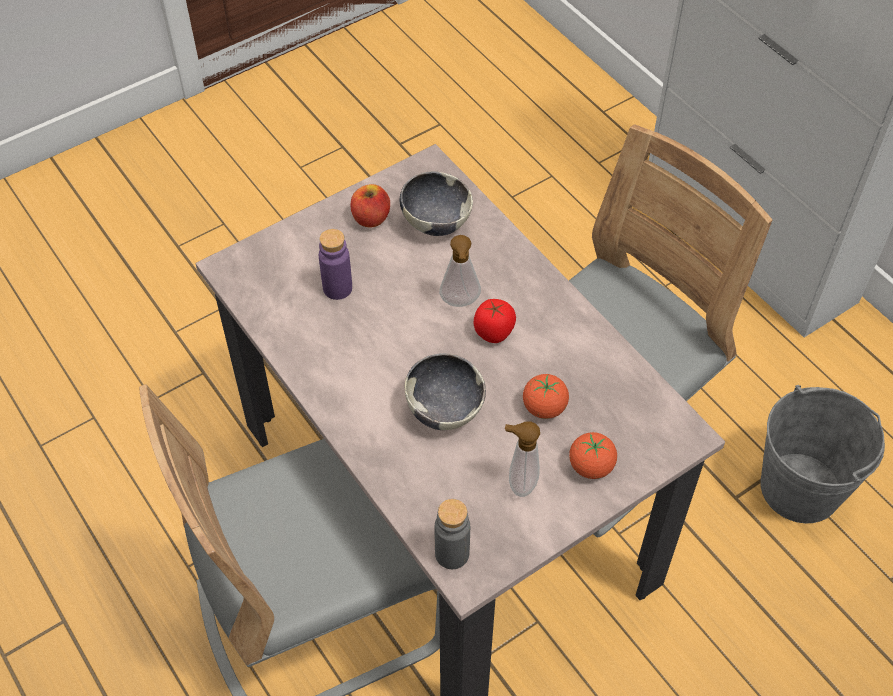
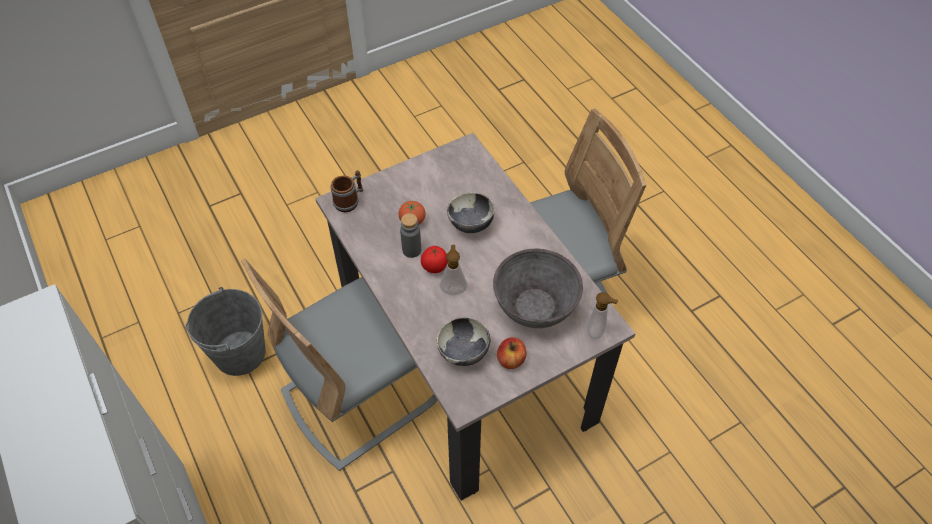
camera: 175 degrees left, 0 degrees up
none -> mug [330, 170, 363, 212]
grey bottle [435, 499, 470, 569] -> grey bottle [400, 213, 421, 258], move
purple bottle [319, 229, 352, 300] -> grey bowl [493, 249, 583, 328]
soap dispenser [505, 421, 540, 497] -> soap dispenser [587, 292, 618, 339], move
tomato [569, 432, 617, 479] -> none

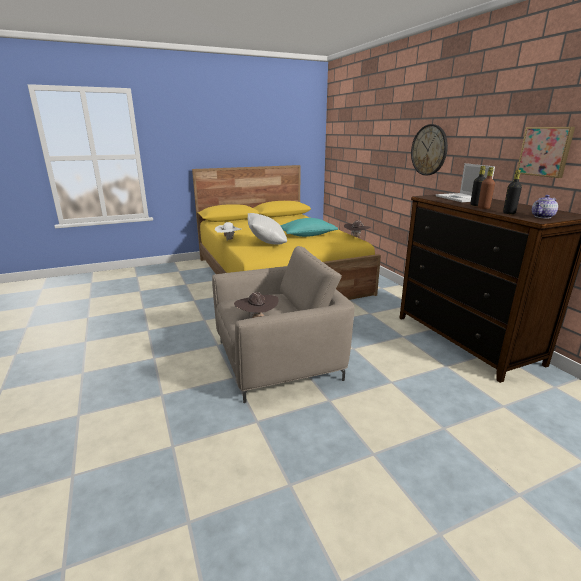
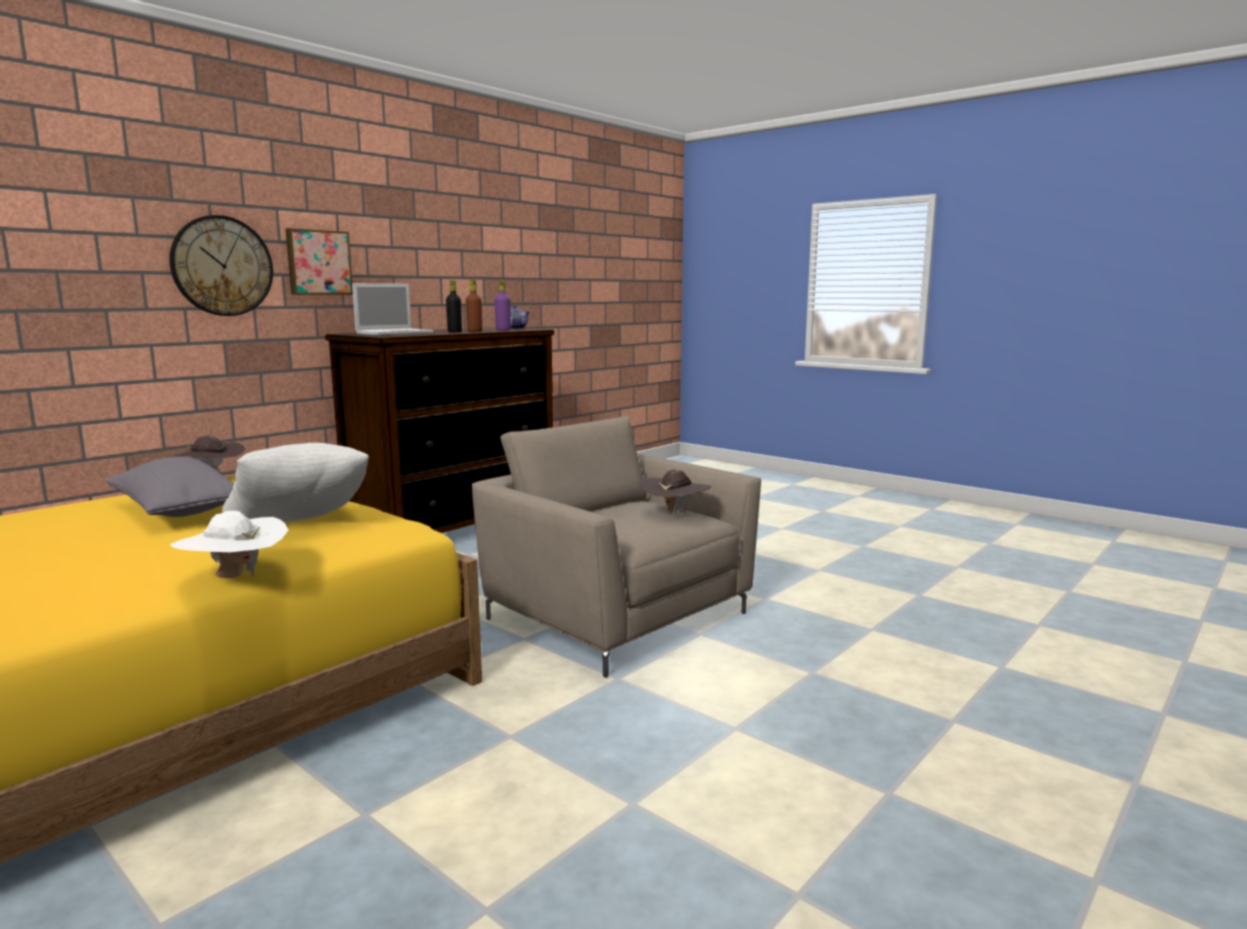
camera: 115 degrees left, 10 degrees down
turquoise pillow [280, 218, 338, 237] -> grey pillow [105, 457, 234, 517]
picture [517, 127, 575, 178] -> picture [285, 228, 353, 295], move
black bottle [503, 170, 522, 214] -> purple bottle [494, 280, 511, 331]

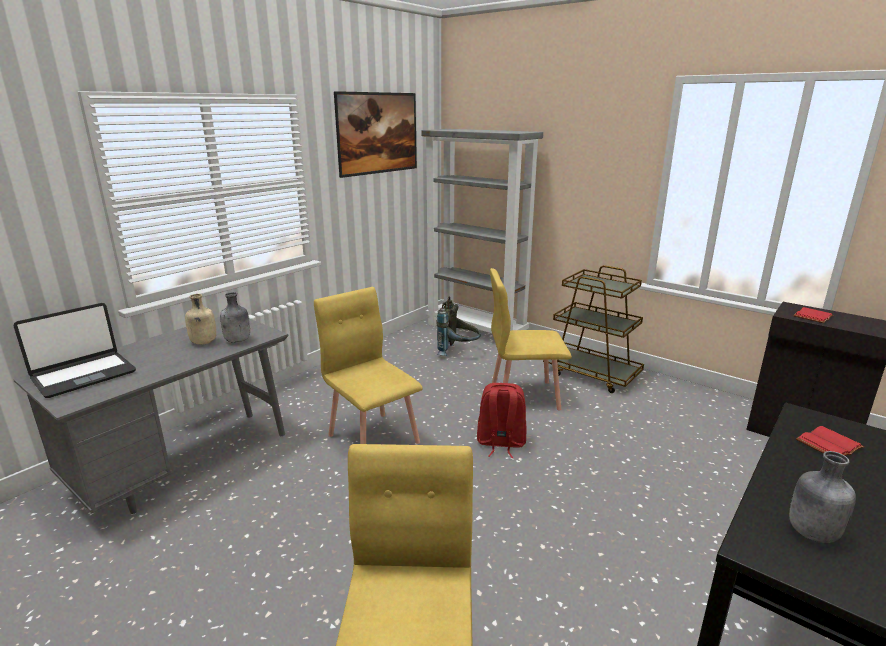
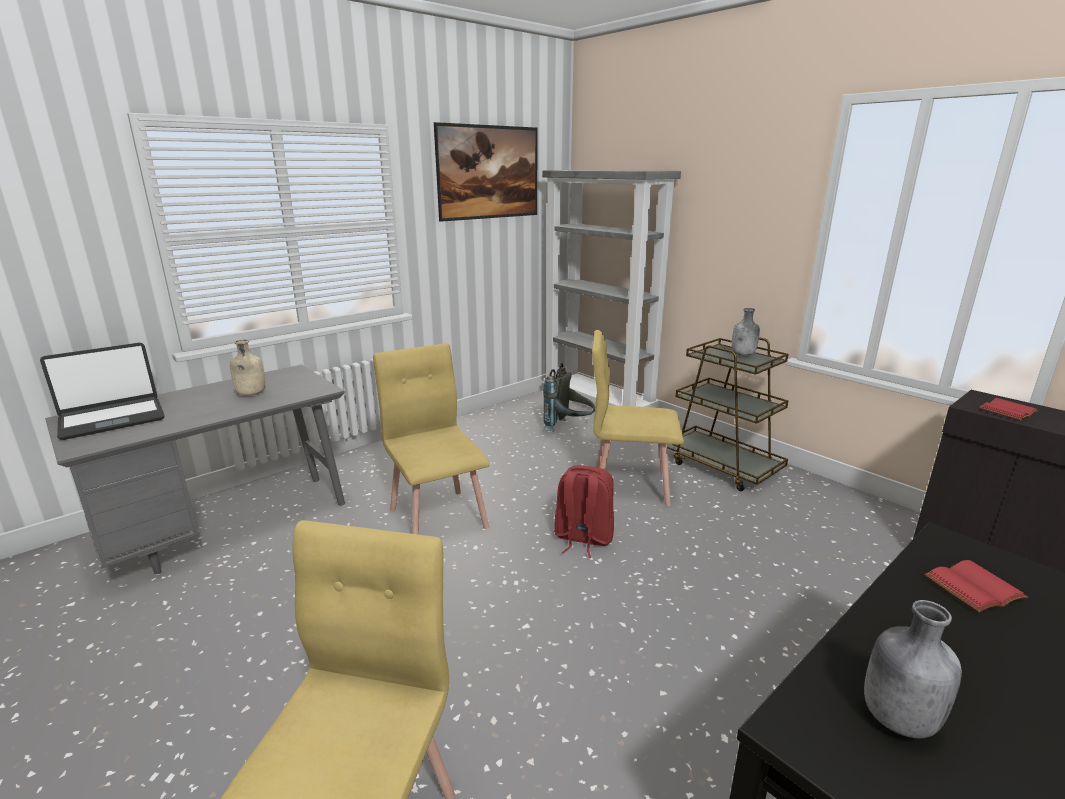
camera: 10 degrees right, 0 degrees up
grey bottle [220, 292, 250, 343] -> grey bottle [732, 308, 760, 356], move

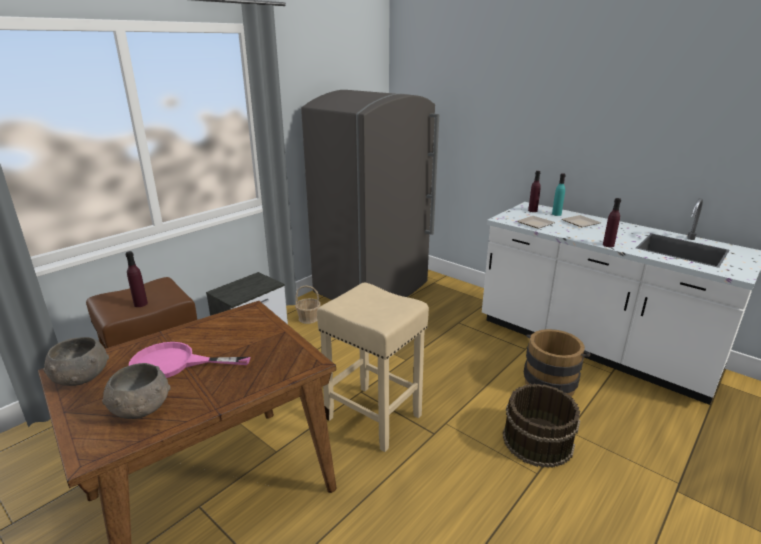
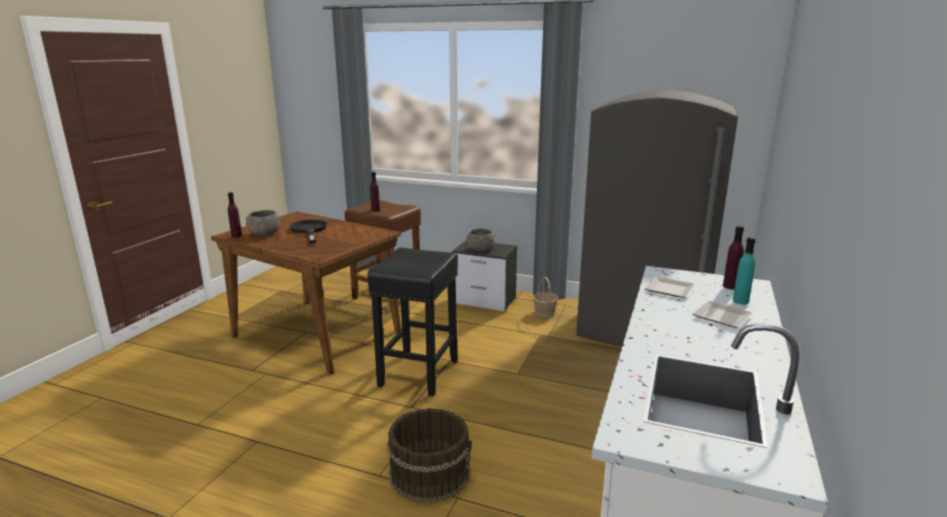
camera: 70 degrees right, 5 degrees down
purple bottle [603, 198, 621, 247] -> purple bottle [228, 192, 242, 238], move
pink frying pan [129, 342, 250, 378] -> black frying pan [289, 219, 327, 243]
beige stool [317, 282, 429, 452] -> black stool [367, 248, 458, 396]
grey bowl [43, 337, 109, 386] -> grey bowl [467, 229, 495, 251], move
brown bucket [524, 329, 591, 396] -> none

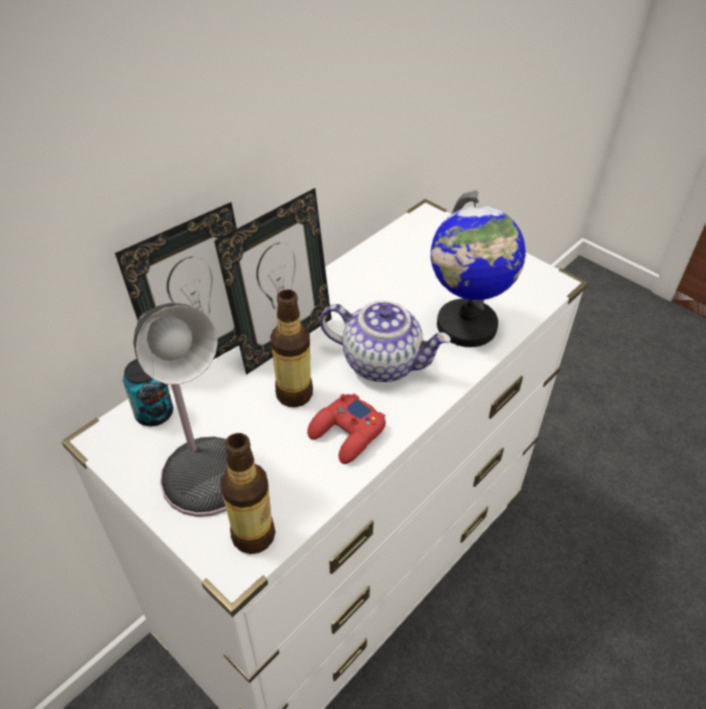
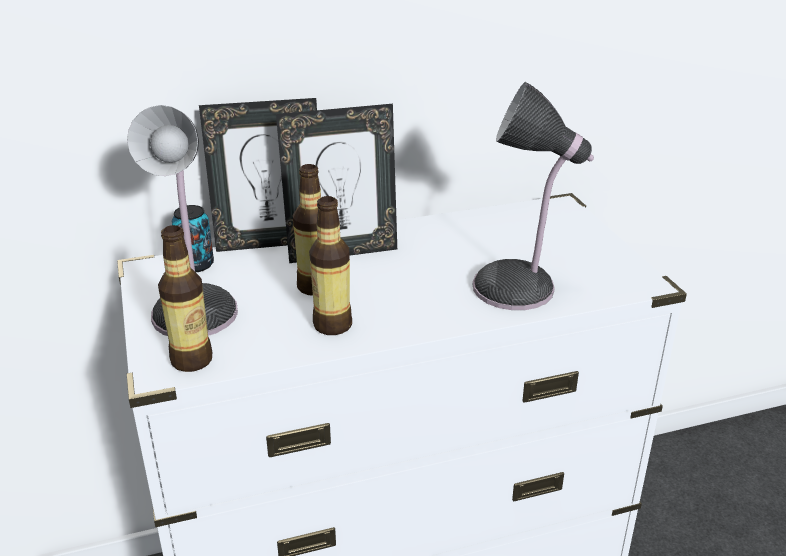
camera: 30 degrees right, 15 degrees down
red game controller [307, 394, 386, 464] -> bottle [309, 196, 352, 335]
globe [431, 190, 526, 347] -> table lamp [473, 82, 594, 310]
teapot [320, 300, 451, 382] -> none

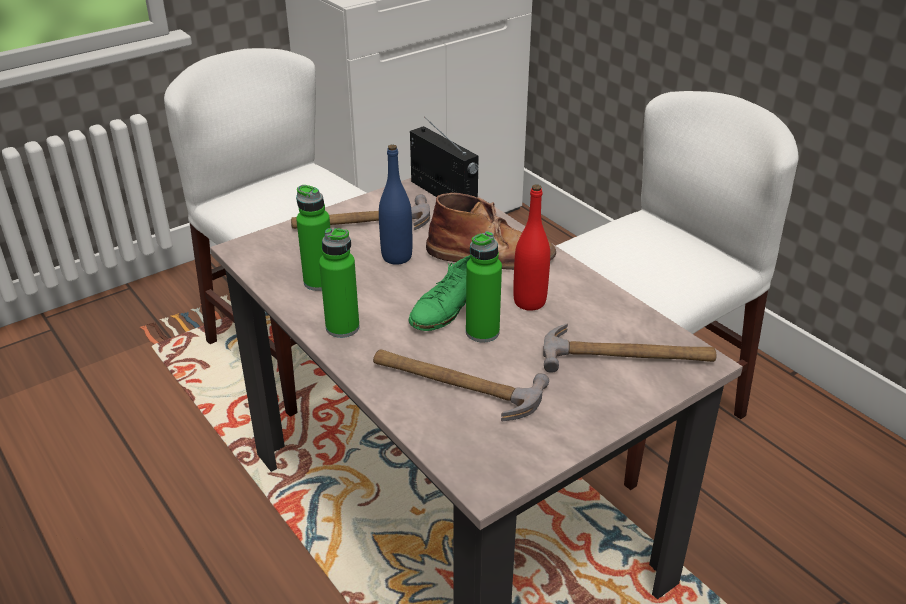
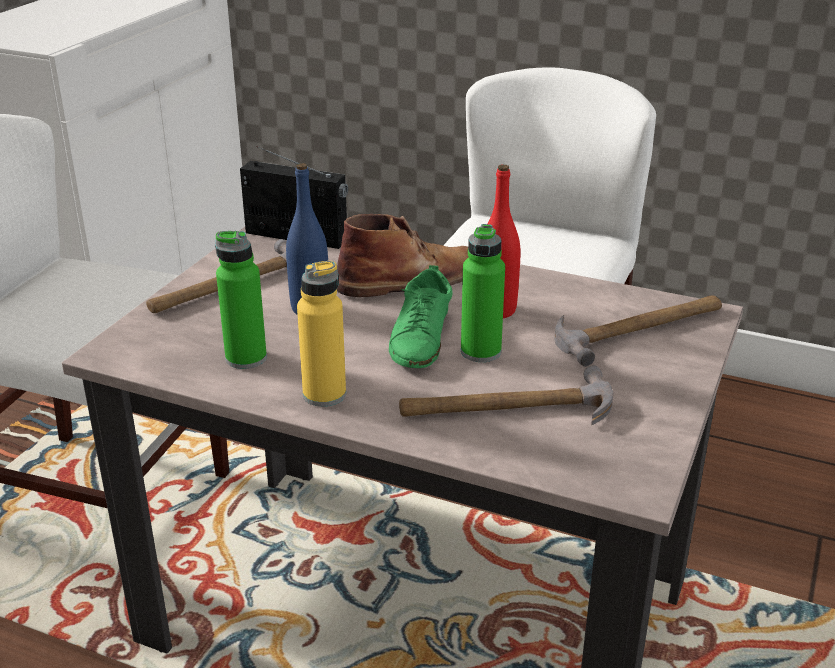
camera: 30 degrees left, 5 degrees down
green bottle [319, 228, 359, 338] -> yellow bottle [297, 261, 346, 407]

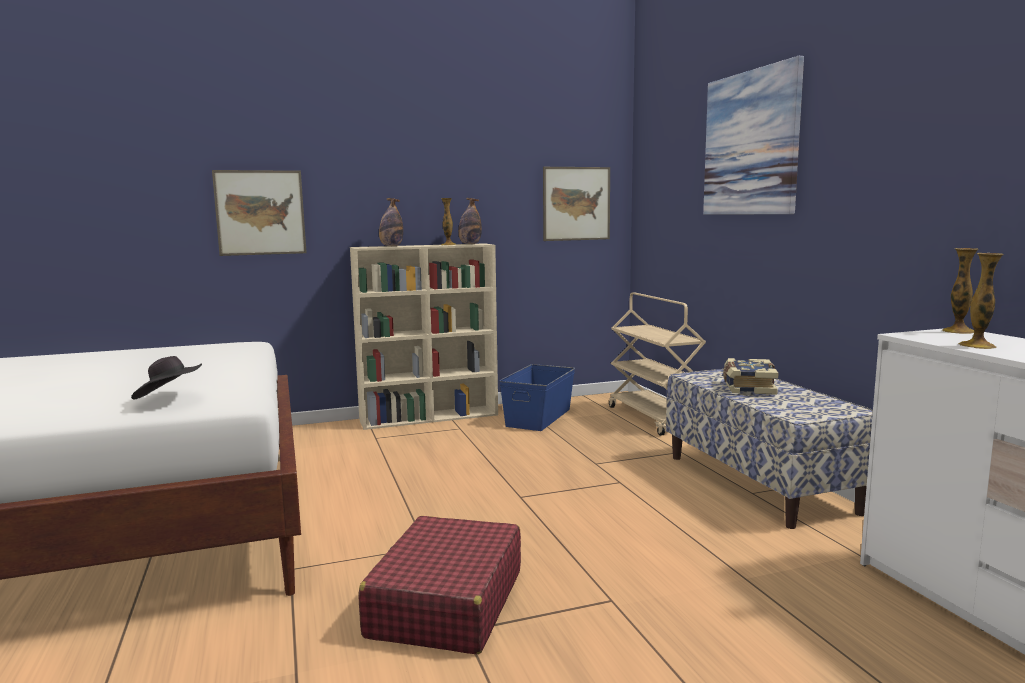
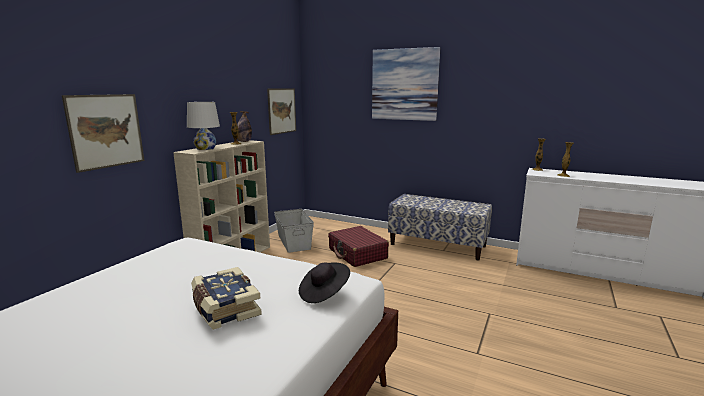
camera: 45 degrees left, 5 degrees up
bottle [379, 198, 403, 246] -> white table lamp [187, 102, 220, 150]
book [723, 358, 779, 395] -> book [191, 267, 262, 330], move
blue storage box [499, 364, 575, 431] -> grey storage box [274, 209, 314, 253]
red suitcase [359, 516, 521, 654] -> red suitcase [328, 226, 389, 267], move
beige cart [609, 292, 706, 436] -> none

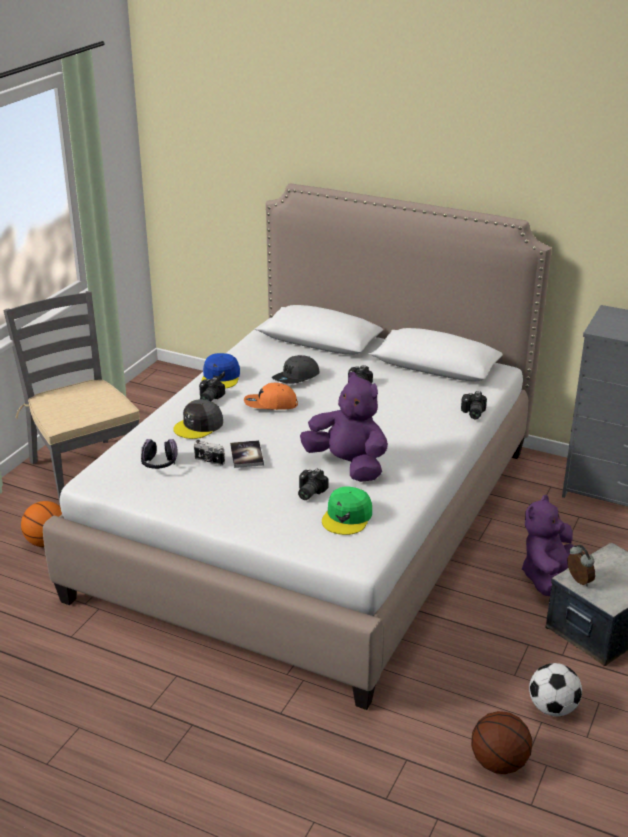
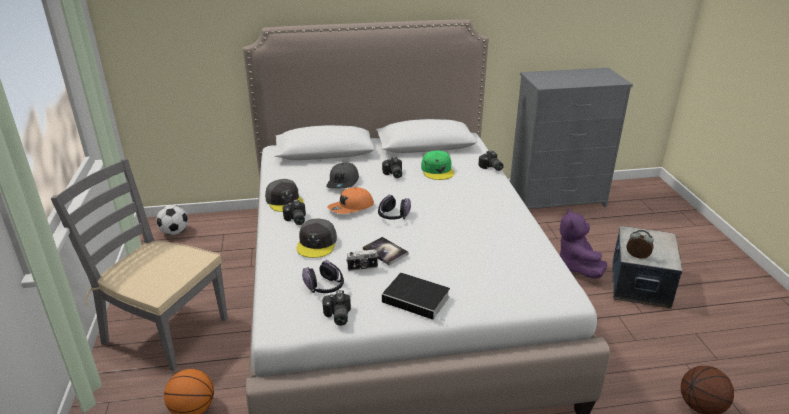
camera: 35 degrees left, 0 degrees up
football [529, 663, 582, 716] -> football [156, 205, 188, 235], move
blue cap [202, 353, 240, 389] -> grey cap [265, 179, 303, 212]
photo camera [298, 469, 329, 500] -> photo camera [322, 290, 351, 326], move
none -> headphones [378, 195, 411, 220]
none -> book [382, 273, 450, 322]
green cap [322, 486, 372, 535] -> green cap [421, 151, 454, 180], move
purple plush toy [300, 372, 388, 482] -> none

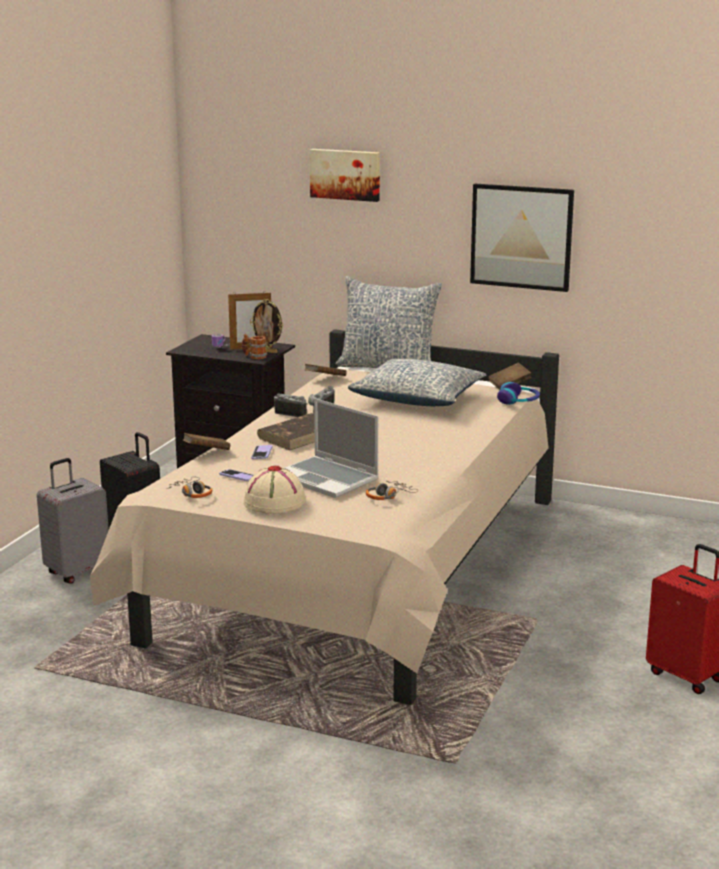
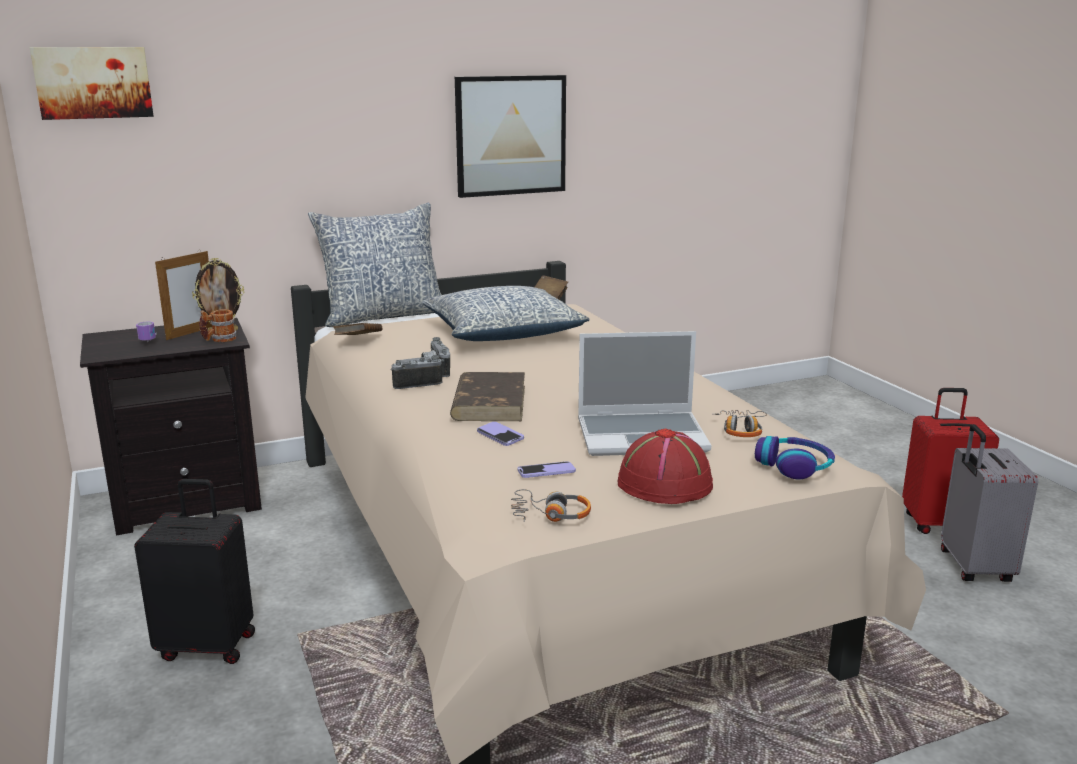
camera: 45 degrees left, 0 degrees up
picture [310, 149, 380, 202] -> picture [30, 47, 154, 120], move
beige hat [243, 466, 306, 514] -> red hat [618, 429, 713, 504]
headphones [497, 382, 540, 405] -> headphones [755, 436, 835, 479], move
grey suitcase [37, 458, 109, 584] -> grey suitcase [941, 424, 1038, 582], move
brown book [183, 433, 230, 450] -> none

